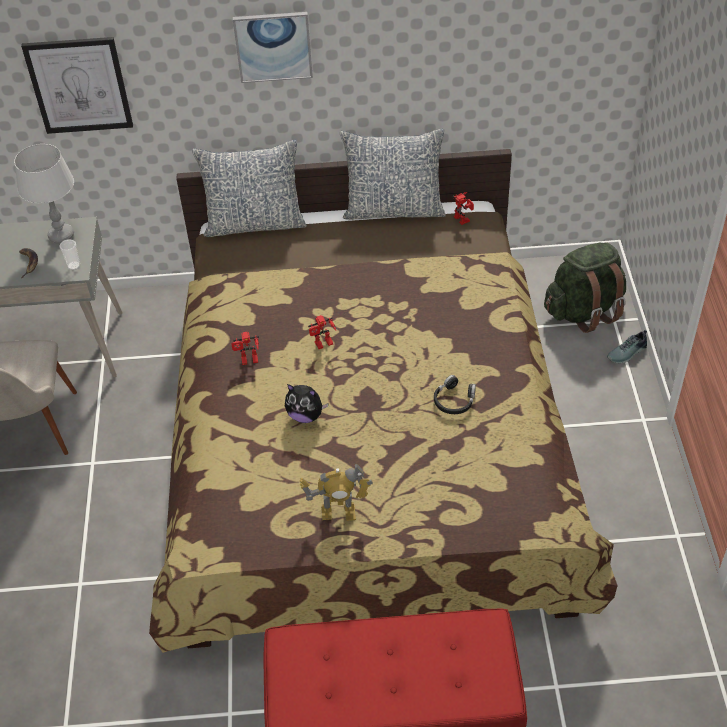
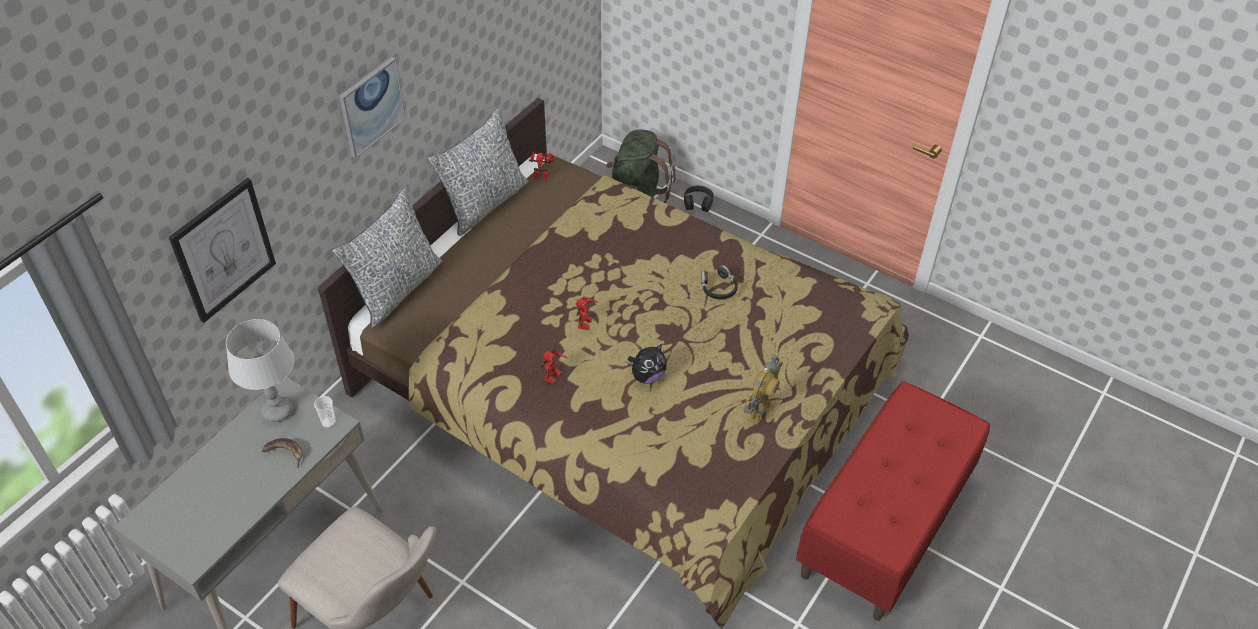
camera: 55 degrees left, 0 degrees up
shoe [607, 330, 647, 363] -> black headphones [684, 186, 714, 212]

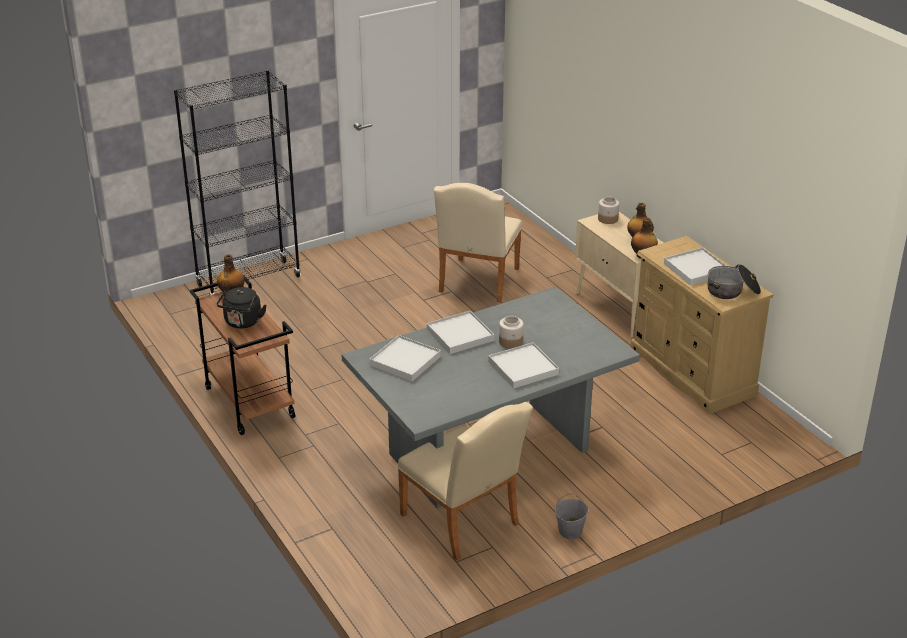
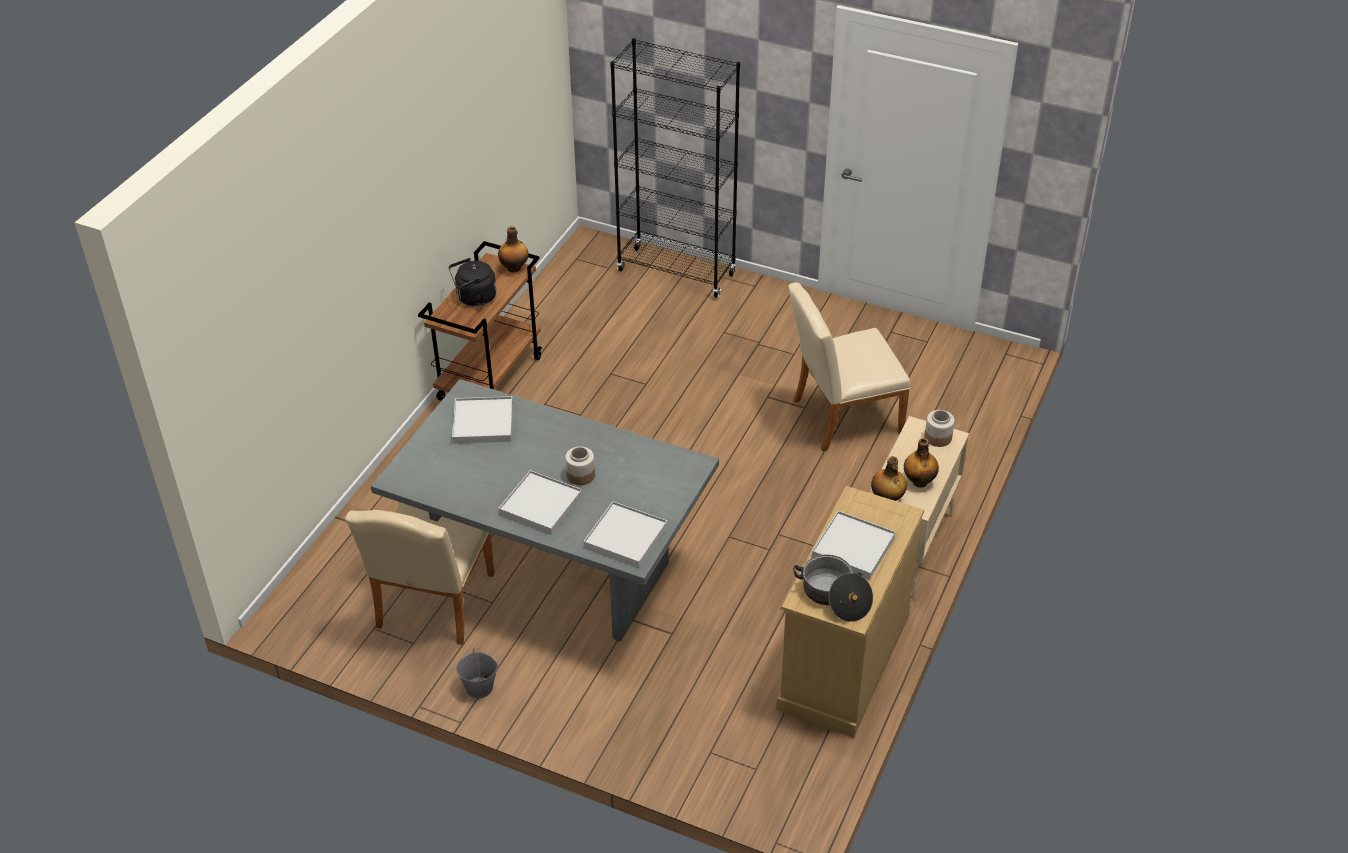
camera: 55 degrees right, 10 degrees up
white tray [427, 311, 494, 354] -> white tray [584, 501, 667, 568], move

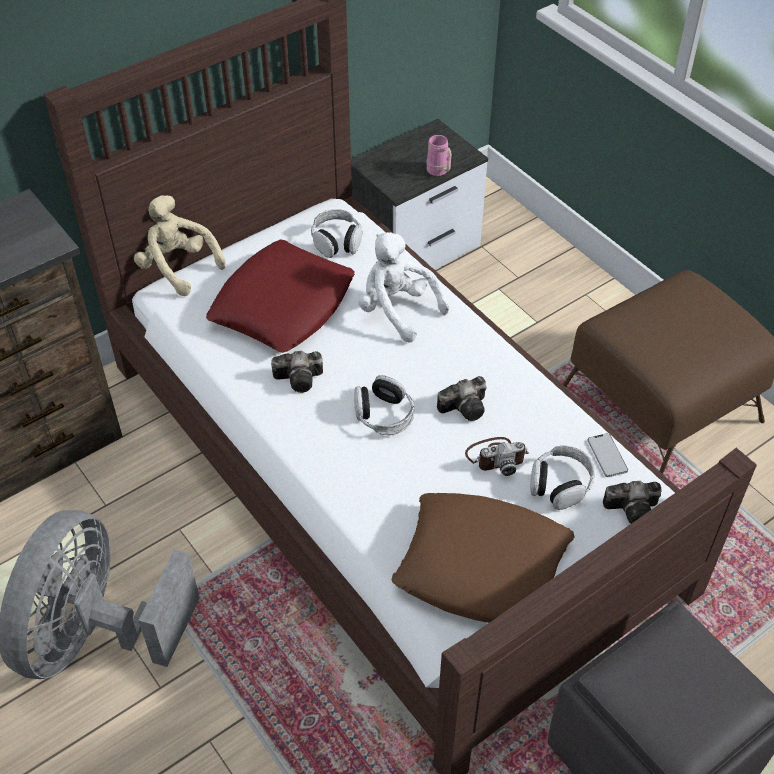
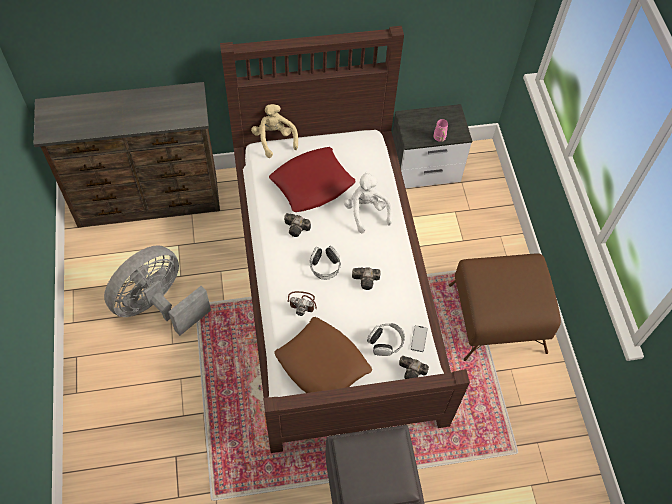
camera: 25 degrees right, 10 degrees up
photo camera [465, 437, 529, 476] -> photo camera [287, 291, 317, 316], move
headphones [311, 209, 362, 258] -> none

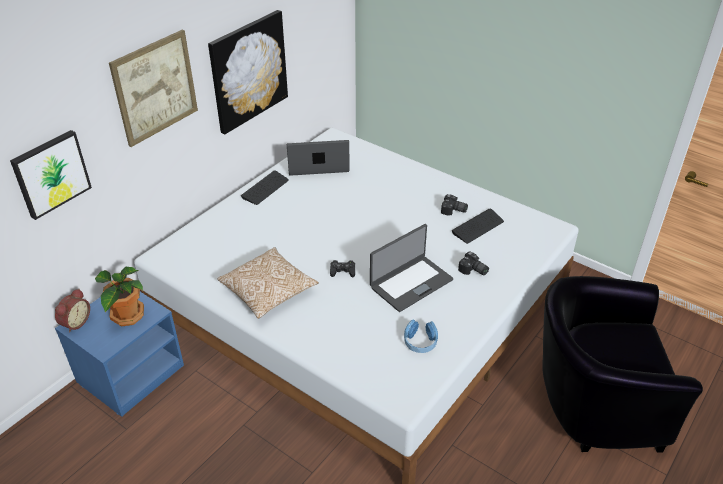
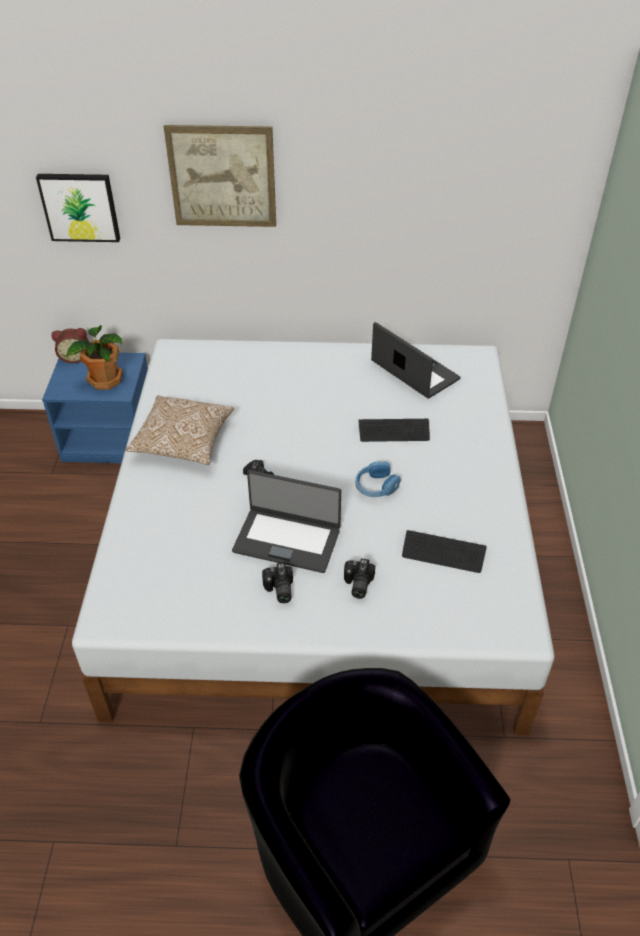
camera: 55 degrees right, 5 degrees up
photo camera [441, 194, 468, 216] -> photo camera [262, 563, 293, 603], move
blue headphones [404, 319, 438, 353] -> blue headphones [355, 461, 401, 497], move
keyboard [241, 171, 289, 205] -> keyboard [358, 419, 430, 442], move
picture [208, 10, 288, 134] -> none

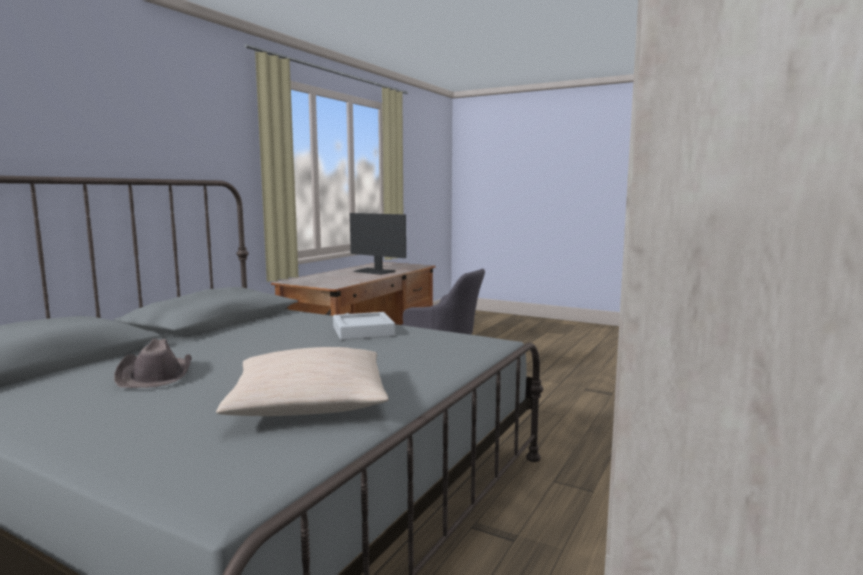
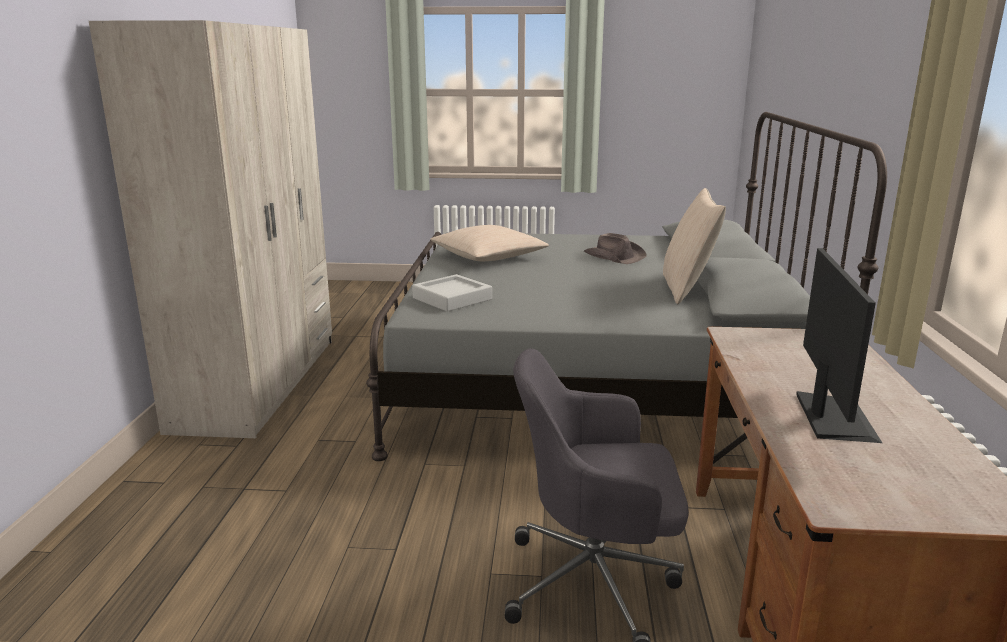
camera: 155 degrees right, 10 degrees up
grey tray [333, 312, 395, 340] -> grey tray [412, 274, 492, 312], move
none -> beige pillow [663, 188, 726, 304]
monitor [350, 213, 406, 275] -> monitor [796, 248, 882, 443], 90 degrees clockwise

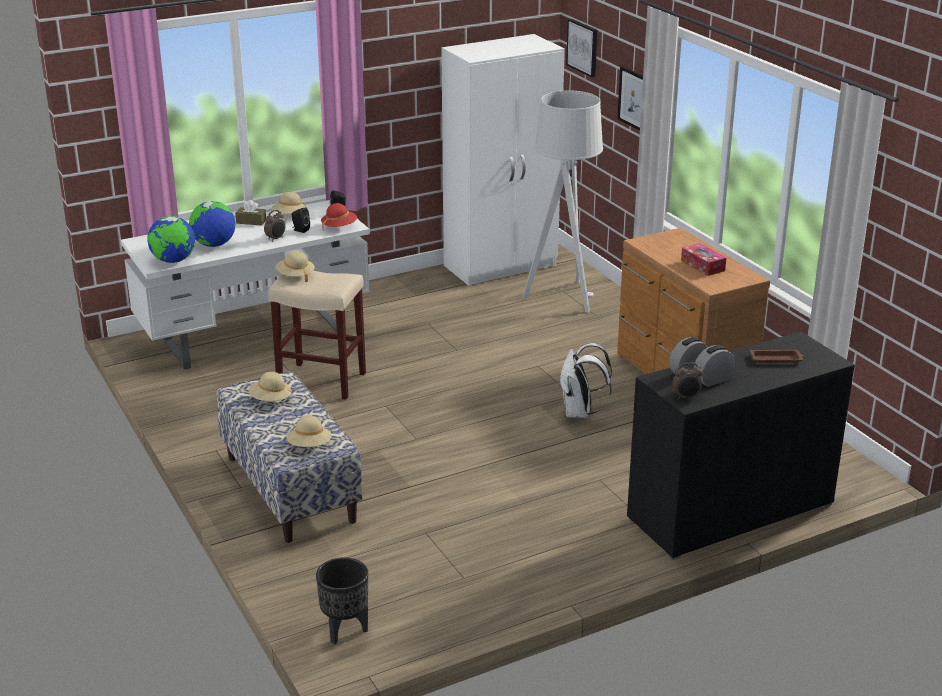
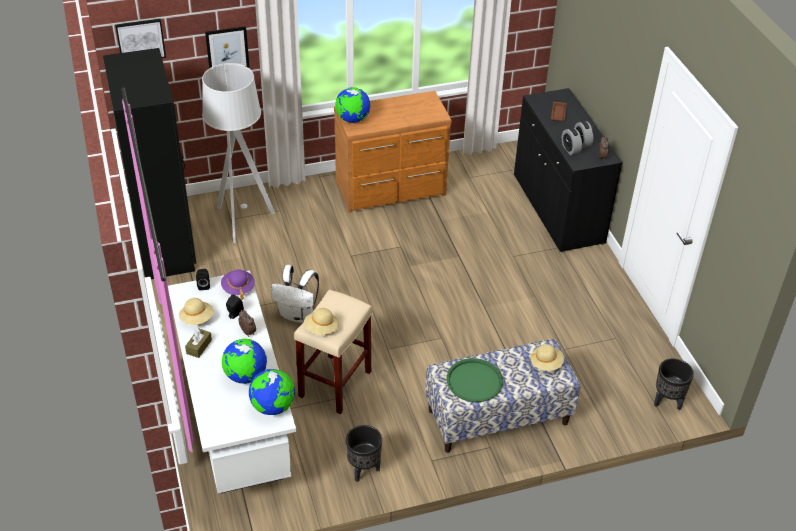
camera: 80 degrees left, 15 degrees up
white wardrobe [441, 34, 565, 286] -> black wardrobe [103, 48, 196, 279]
red hat [321, 203, 357, 230] -> purple hat [221, 270, 255, 300]
white backpack [560, 343, 612, 418] -> white backpack [271, 265, 319, 323], move
none -> globe [335, 87, 370, 123]
none -> black planter [346, 425, 382, 482]
beige hat [249, 372, 292, 401] -> green tray [447, 358, 503, 402]
tissue box [681, 243, 726, 276] -> none

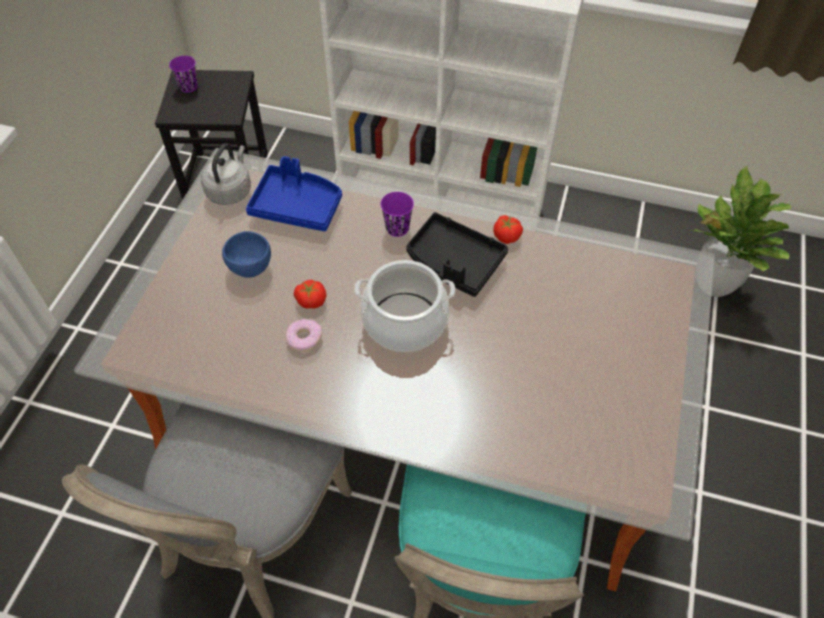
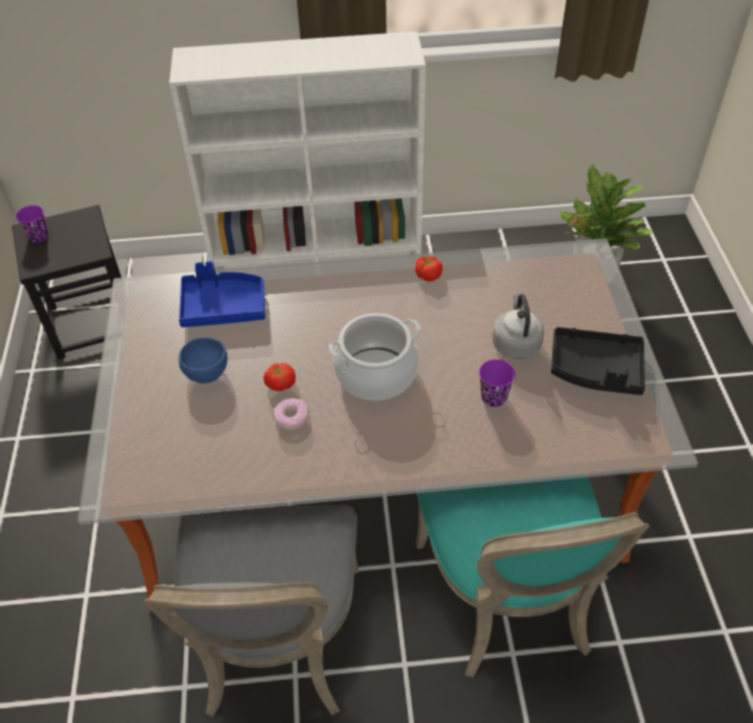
camera: 20 degrees left, 5 degrees down
purple cup [381, 192, 414, 237] -> purple cup [479, 359, 515, 407], move
grey kettle [201, 143, 251, 205] -> grey kettle [493, 294, 544, 359], move
black tray [406, 212, 508, 297] -> black tray [551, 327, 645, 395], move

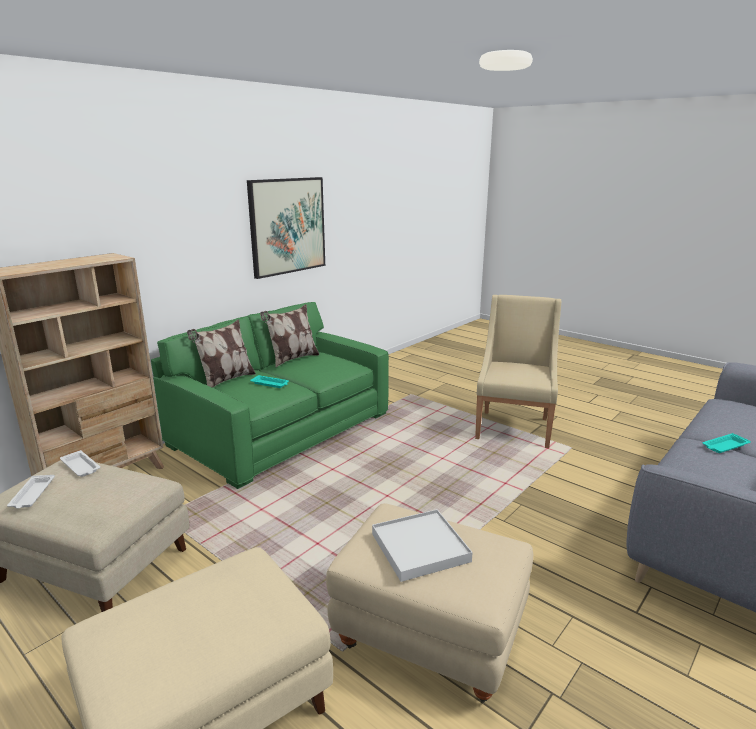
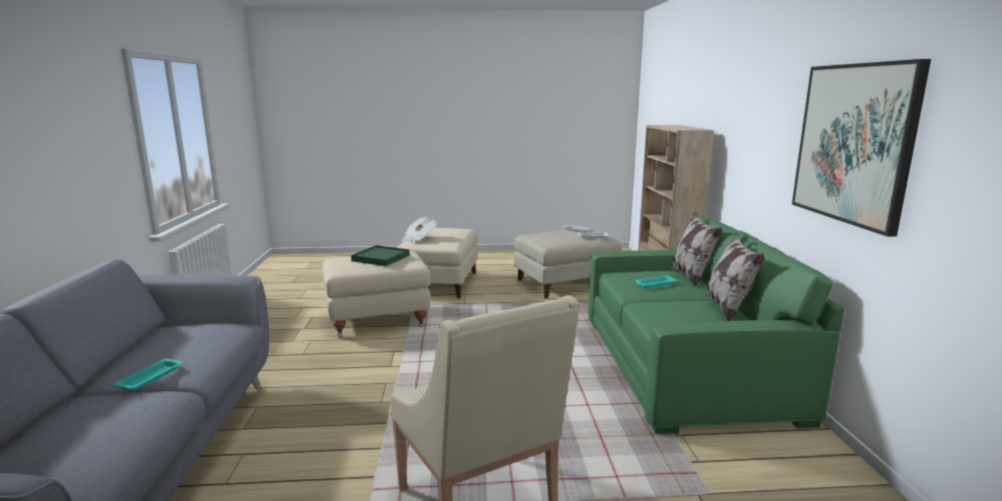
camera: 135 degrees right, 5 degrees down
white tray [372, 509, 473, 582] -> green tray [351, 245, 410, 266]
none -> newspaper [401, 216, 437, 242]

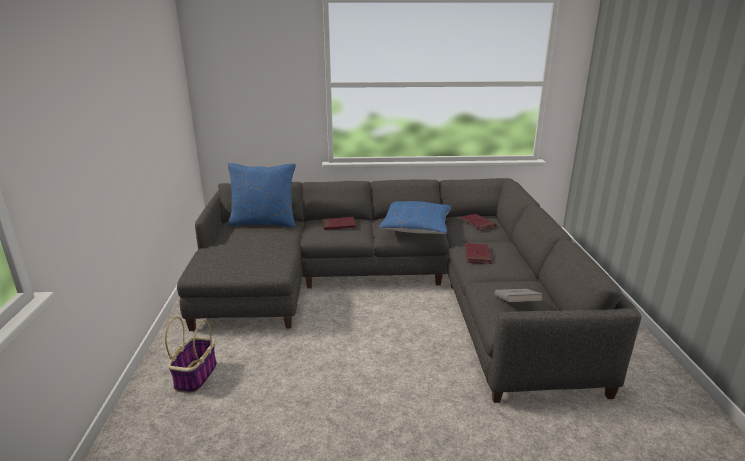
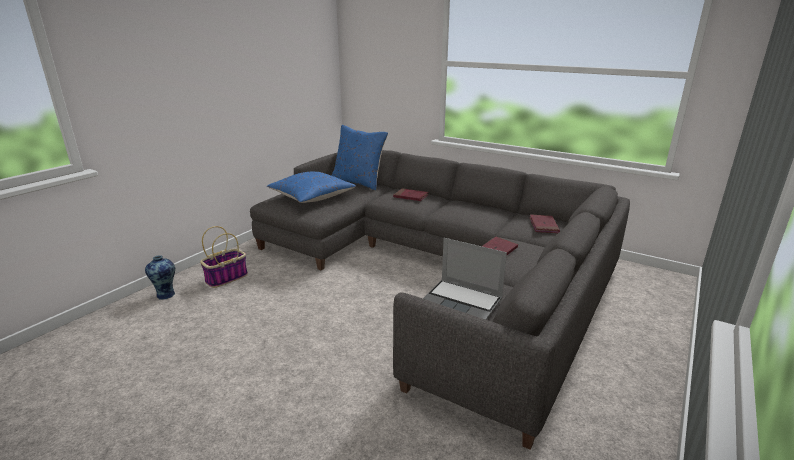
camera: 35 degrees right, 0 degrees up
none -> vase [145, 255, 175, 299]
blue pillow [379, 201, 451, 234] -> blue pillow [267, 172, 356, 203], move
grey book [495, 289, 543, 302] -> laptop [423, 238, 507, 320]

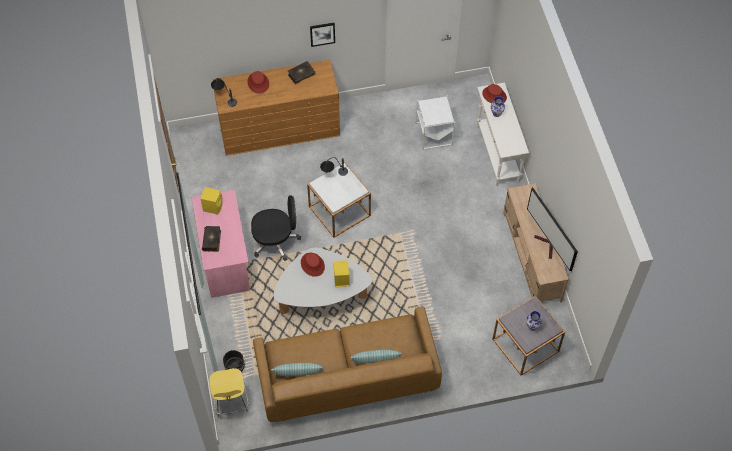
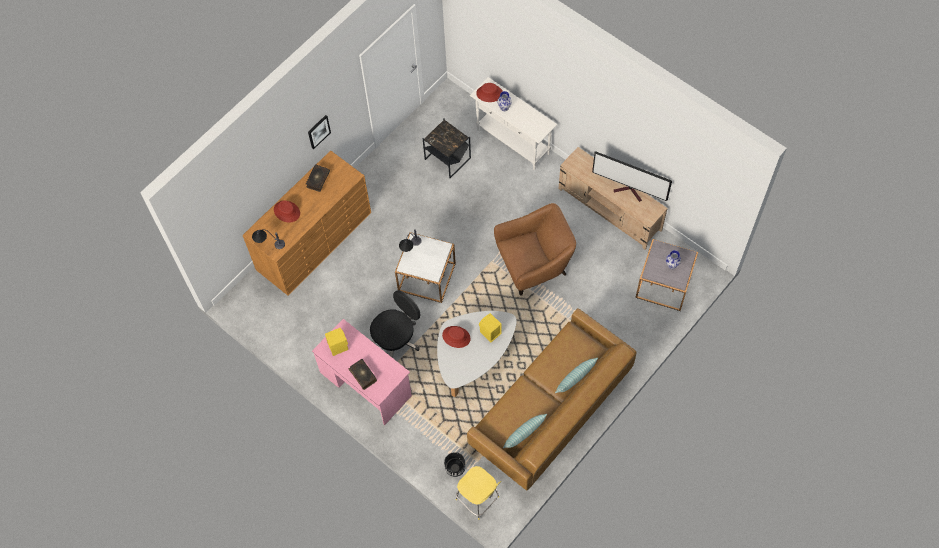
camera: 35 degrees left, 5 degrees up
white side table [416, 95, 455, 150] -> black side table [423, 118, 471, 178]
none -> brown armchair [494, 203, 576, 296]

